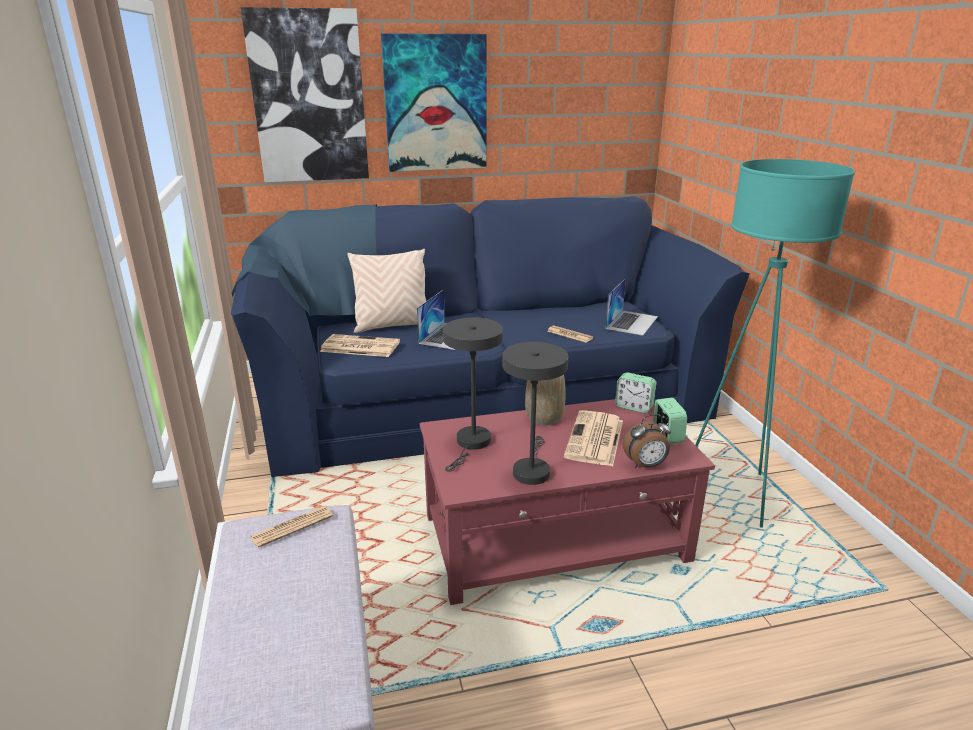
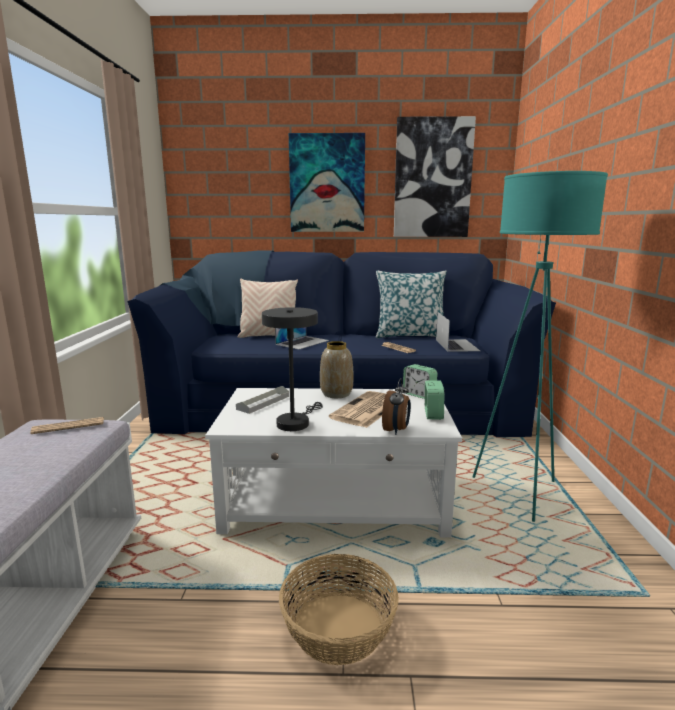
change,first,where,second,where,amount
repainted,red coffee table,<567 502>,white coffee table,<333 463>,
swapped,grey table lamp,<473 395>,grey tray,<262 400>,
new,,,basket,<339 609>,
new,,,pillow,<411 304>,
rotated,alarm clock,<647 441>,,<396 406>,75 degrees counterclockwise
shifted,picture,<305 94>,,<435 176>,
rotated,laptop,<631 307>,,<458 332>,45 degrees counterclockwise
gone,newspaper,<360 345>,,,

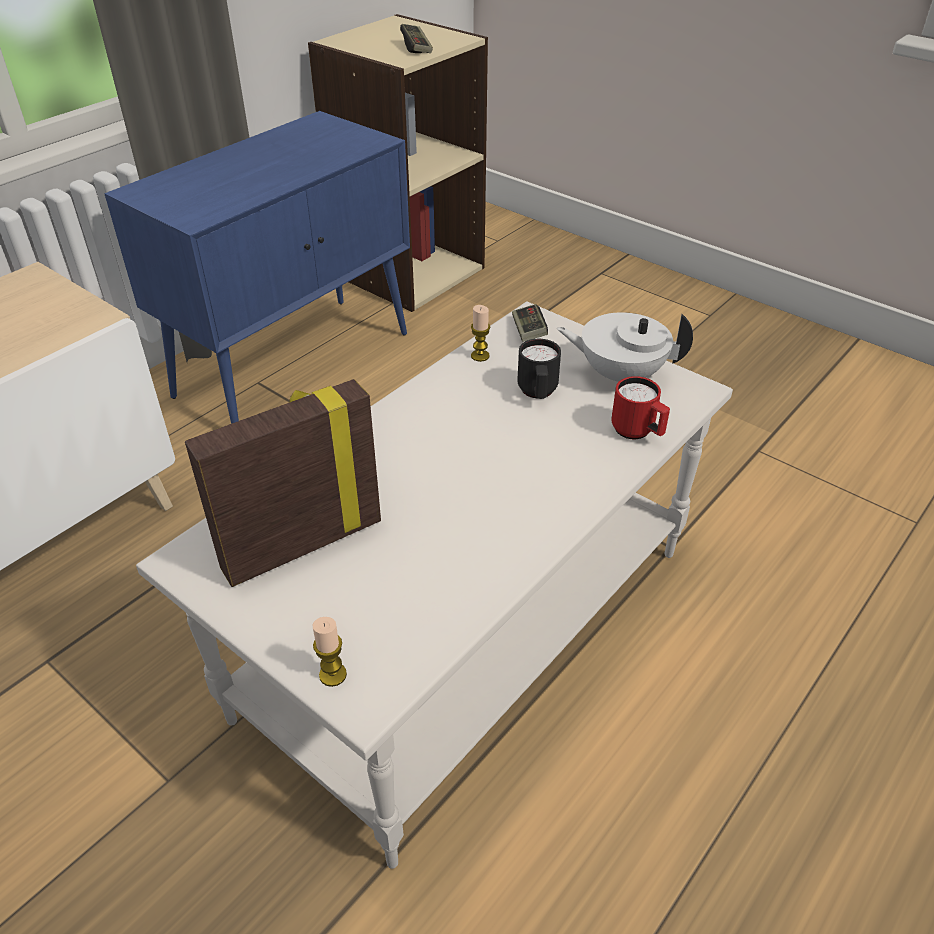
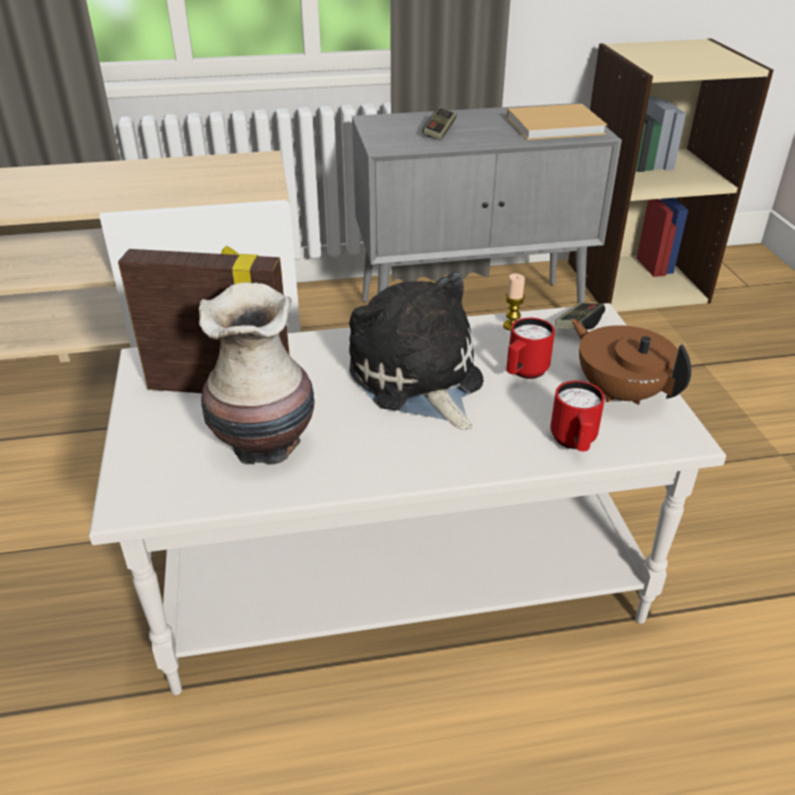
change,first,where,second,where,amount
new,,,vase,<256 373>,
new,,,plush toy,<416 351>,
repainted,blue cabinet,<257 267>,grey cabinet,<487 203>,
shifted,game controller,<416 38>,,<439 123>,
repainted,black mug,<539 369>,red mug,<530 348>,
new,,,beige book,<557 122>,
repainted,white teapot,<625 347>,brown teapot,<631 362>,
gone,candle,<329 652>,,,

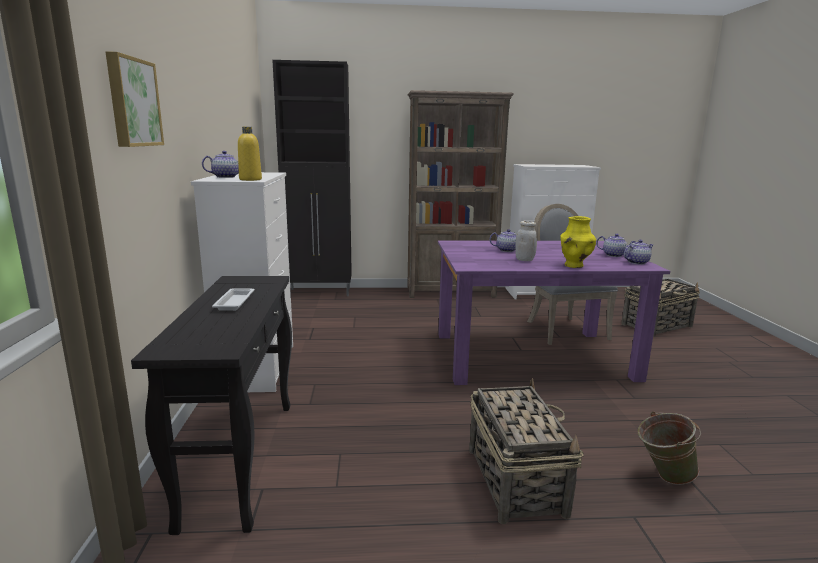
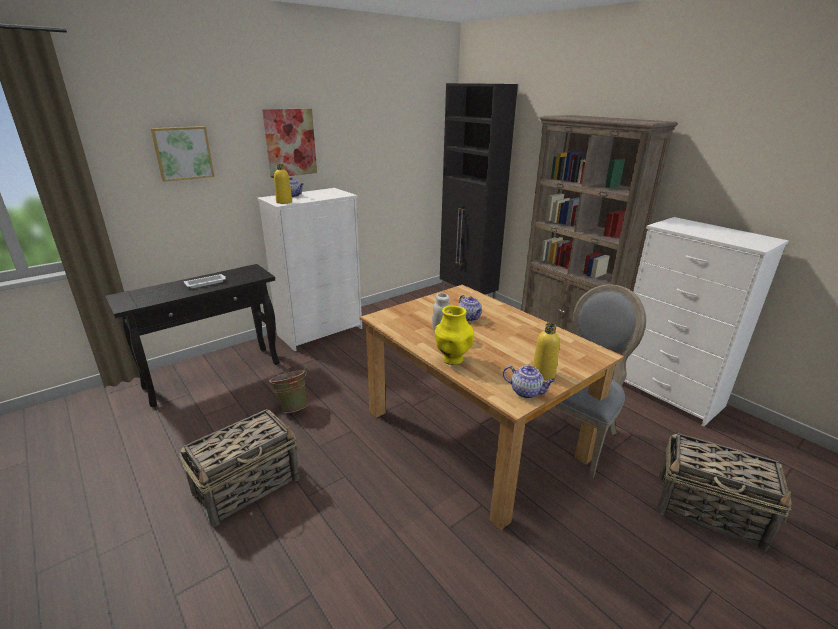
change,first,where,second,where,amount
new,,,picture,<289 143>,
shifted,green bucket,<669 448>,,<288 390>,
repainted,purple dining table,<554 312>,brown dining table,<492 407>,
swapped,teapot,<616 245>,yellow bottle,<546 351>,

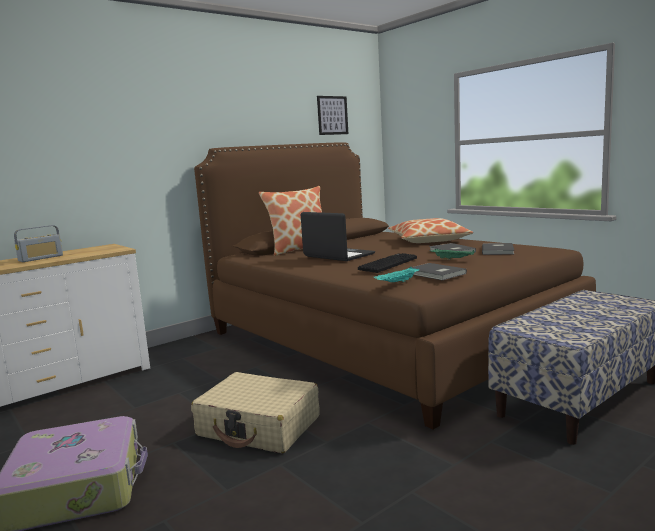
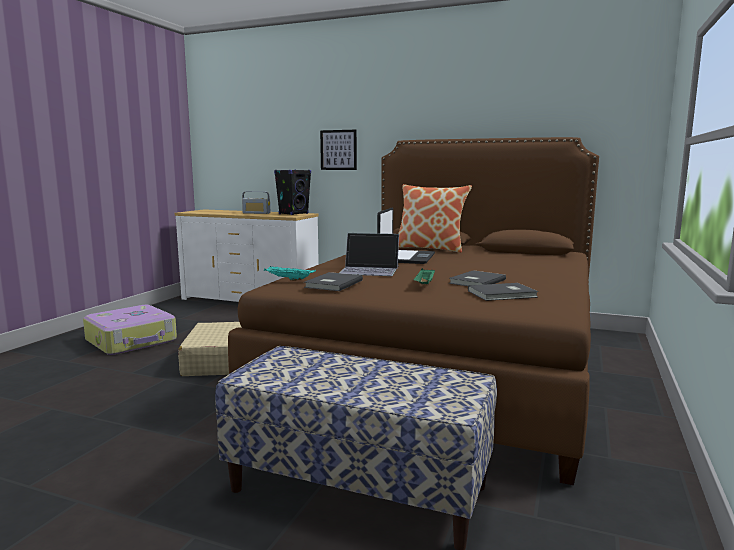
change,first,where,second,where,amount
new,,,black speaker,<292 192>,
shifted,picture,<332 115>,,<338 150>,
swapped,keyboard,<387 263>,laptop,<369 254>,
gone,pillow,<430 230>,,,

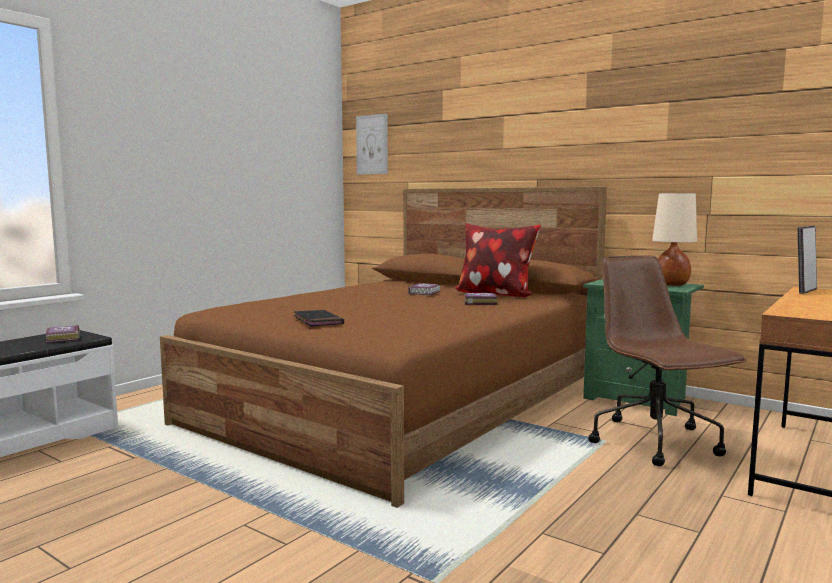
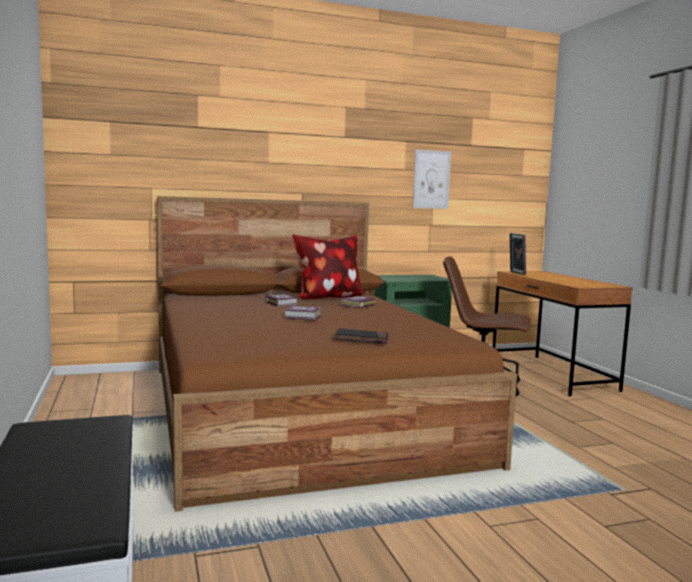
change,first,where,second,where,amount
shifted,book,<62 334>,,<302 313>,
shifted,picture,<372 144>,,<432 179>,
gone,beige table lamp,<674 239>,,,

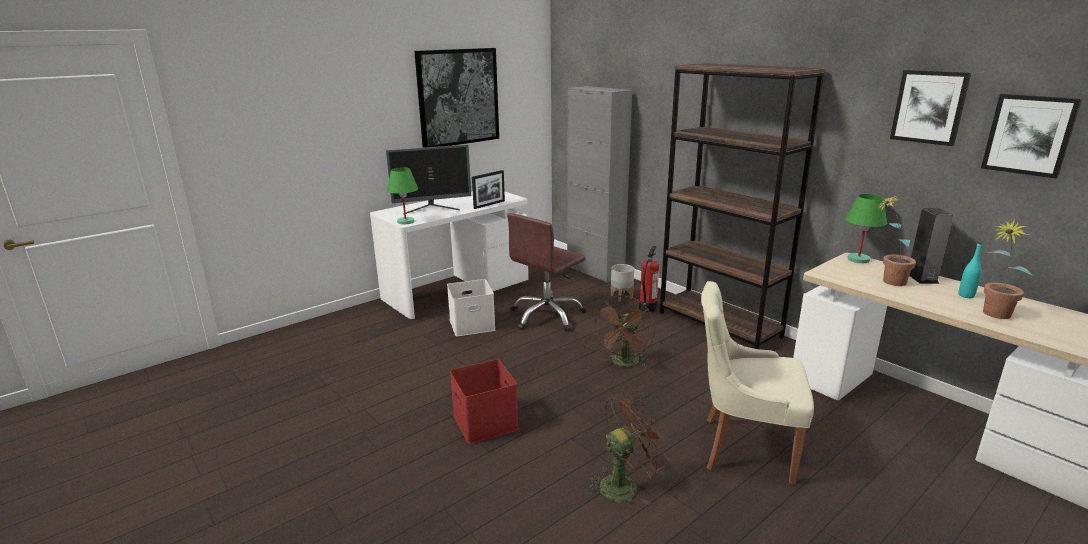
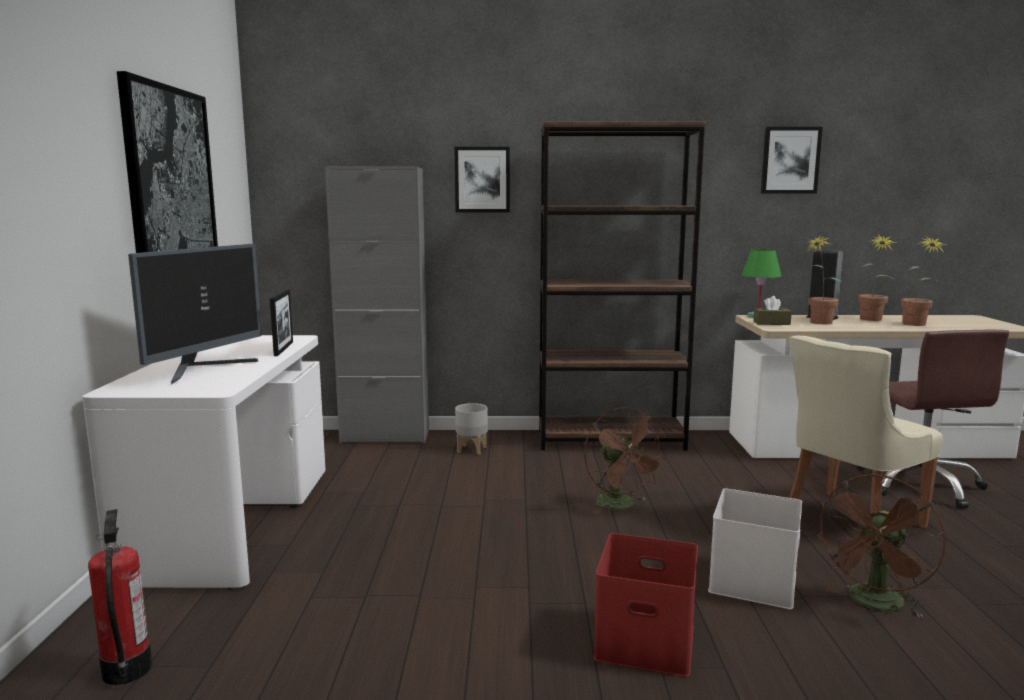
change,first,where,second,where,amount
shifted,fire extinguisher,<649 279>,,<120 597>,
shifted,picture,<1031 136>,,<482 179>,
shifted,white storage box,<471 307>,,<755 548>,
new,,,brown tissue box,<772 310>,
rotated,brown fan,<628 448>,,<880 546>,150 degrees counterclockwise
shifted,brown office chair,<546 272>,,<933 419>,
swapped,turquoise bottle,<971 270>,potted plant,<877 277>,
gone,green table lamp,<402 196>,,,

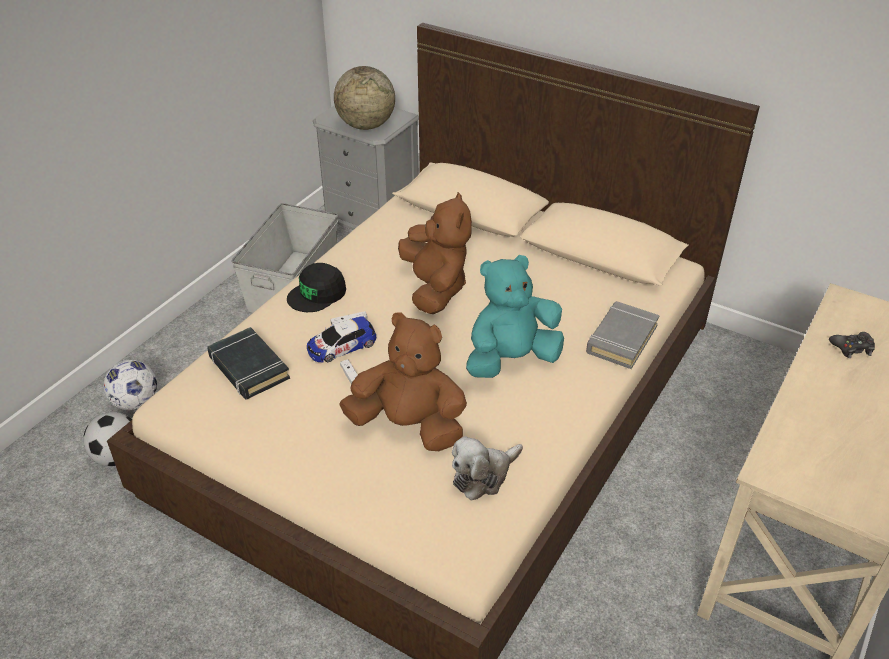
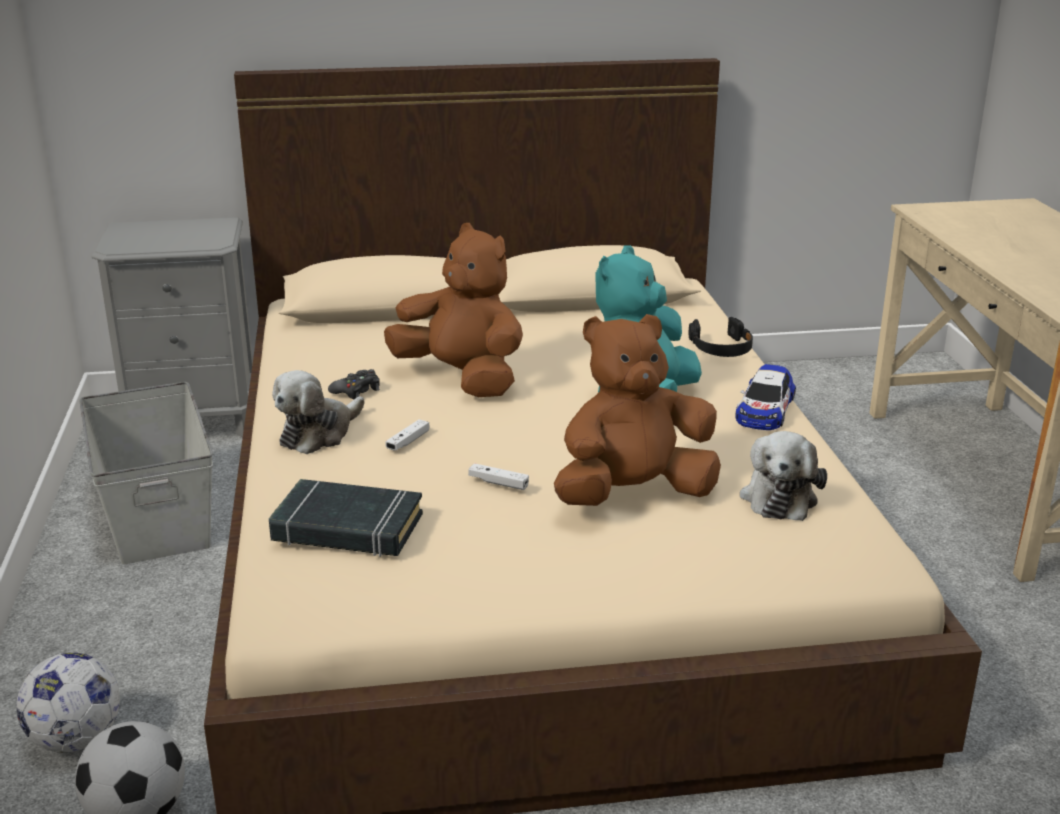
change,first,where,second,where,amount
swapped,black cap,<316 287>,plush toy,<318 412>,
shifted,black game controller,<852 345>,,<354 384>,
swapped,grey book,<623 335>,black headphones,<721 337>,
shifted,toy car,<341 339>,,<765 397>,
gone,globe,<364 98>,,,

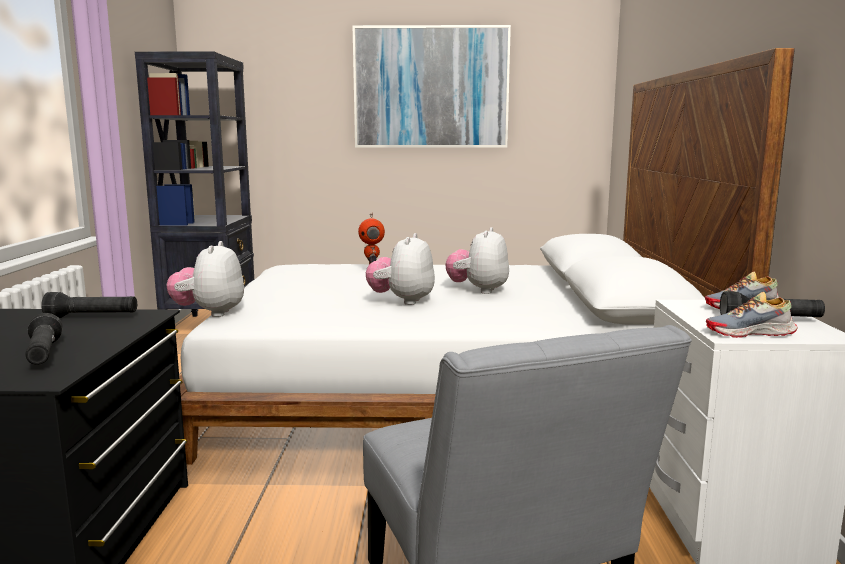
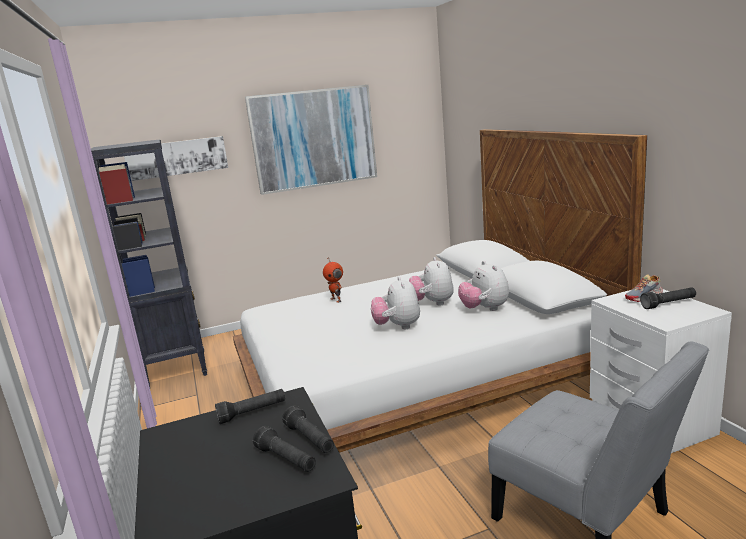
change,first,where,second,where,amount
new,,,picture,<176 158>,
new,,,black flashlight,<308 429>,
shifted,plush toy,<205 279>,,<483 286>,
gone,shoe,<752 315>,,,

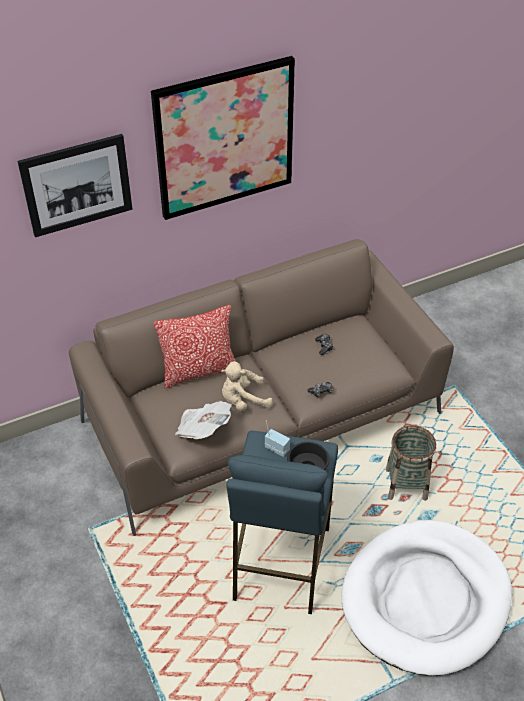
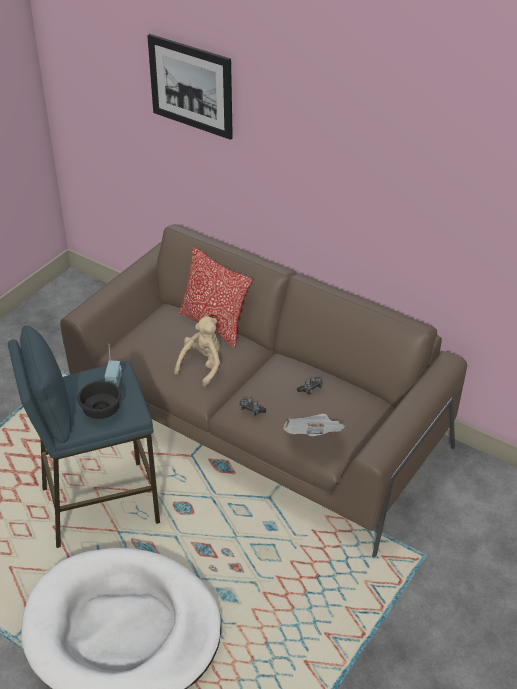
change,first,where,second,where,amount
rotated,beige plush toy,<247 386>,,<197 351>,75 degrees clockwise
shifted,newspaper,<203 420>,,<314 425>,
gone,picture,<223 138>,,,
gone,basket,<411 463>,,,

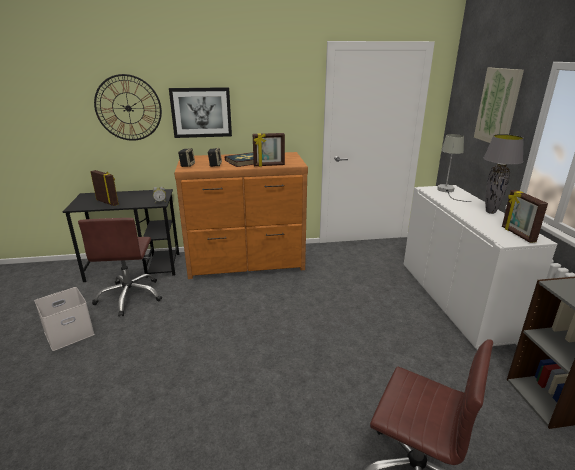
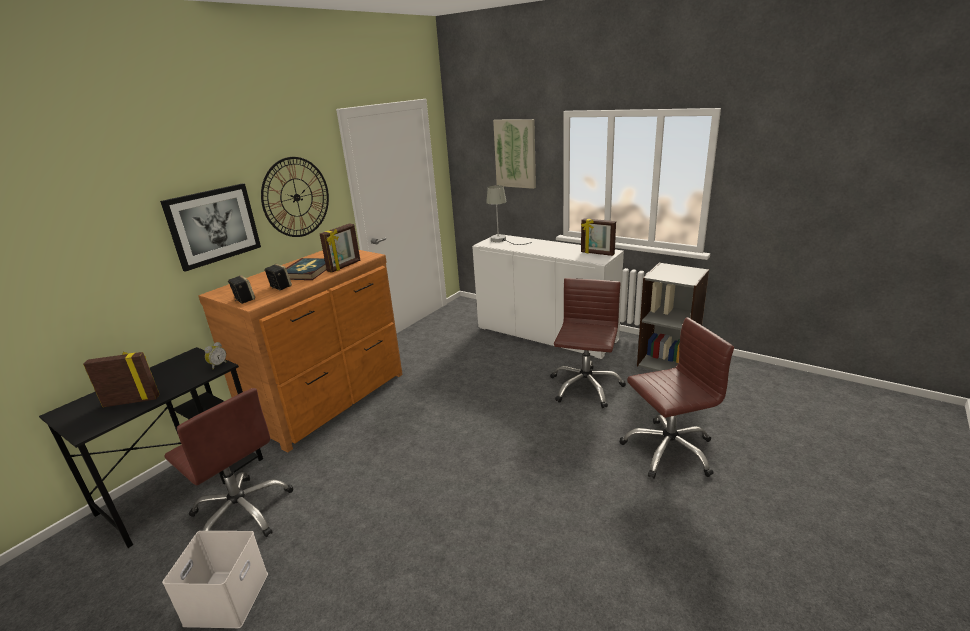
change,first,where,second,where,amount
shifted,wall clock,<128 107>,,<295 197>,
new,,,brown office chair,<588 343>,
gone,grey table lamp,<504 174>,,,

